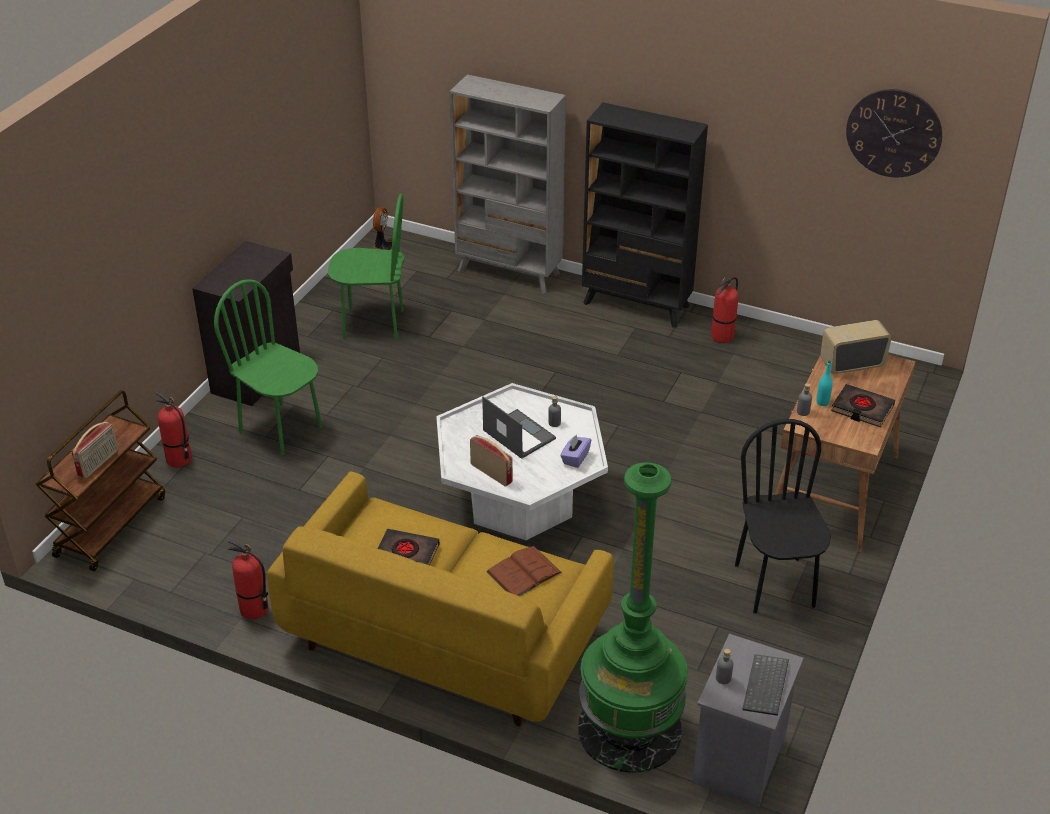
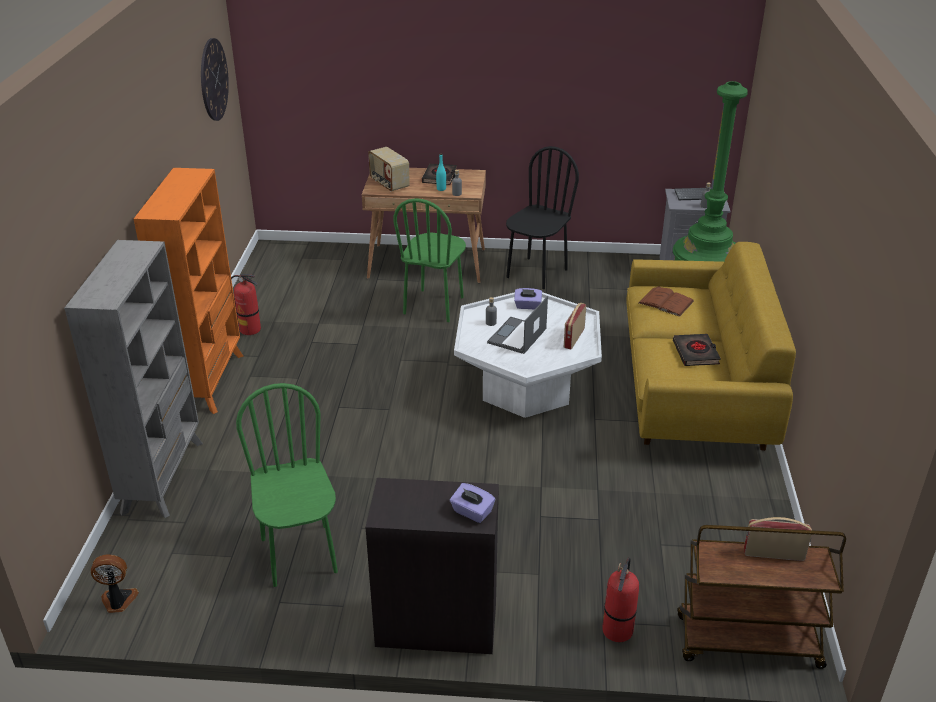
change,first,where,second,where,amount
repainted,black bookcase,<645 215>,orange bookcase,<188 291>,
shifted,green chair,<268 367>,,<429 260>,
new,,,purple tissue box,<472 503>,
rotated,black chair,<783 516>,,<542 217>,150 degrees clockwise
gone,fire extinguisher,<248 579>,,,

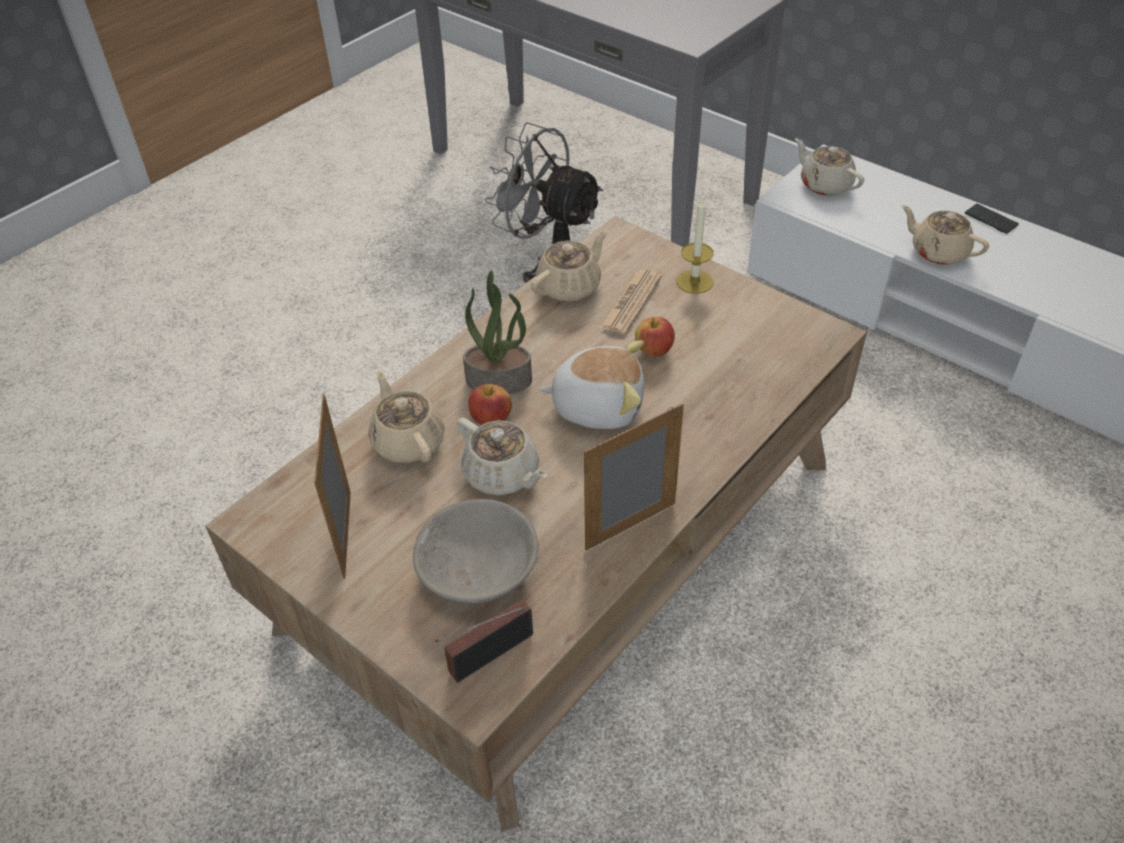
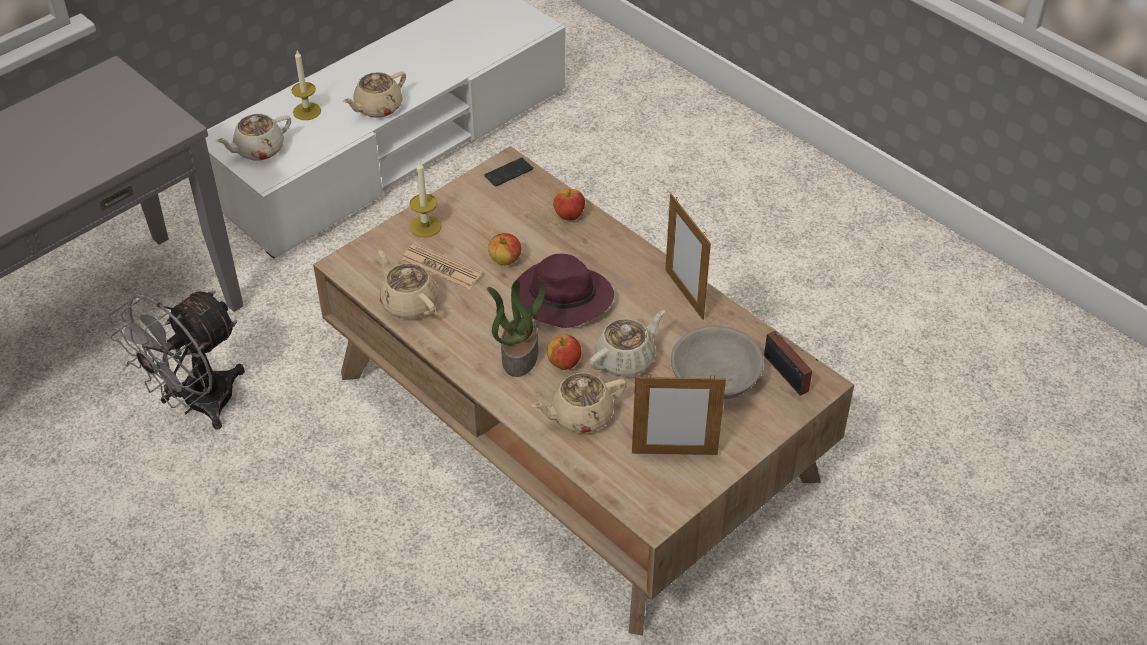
change,first,where,second,where,amount
new,,,candle,<306 85>,
shifted,phone,<992 219>,,<508 172>,
swapped,plush toy,<591 384>,purple hat,<562 291>,
new,,,apple,<569 205>,

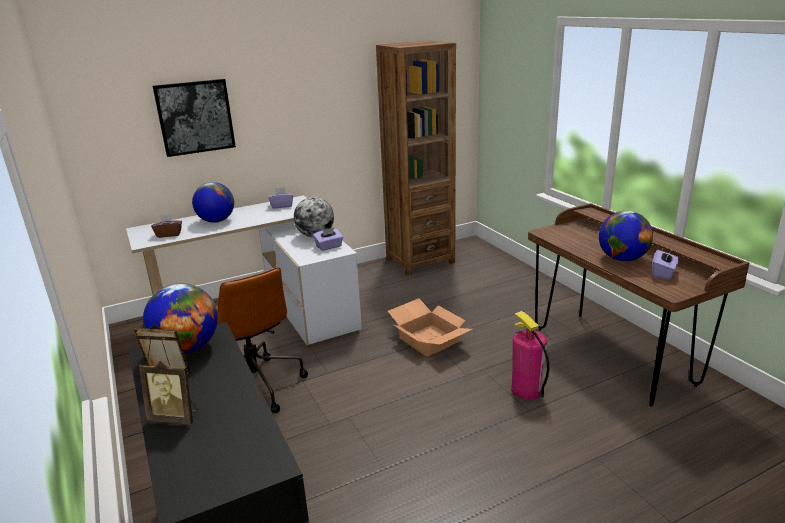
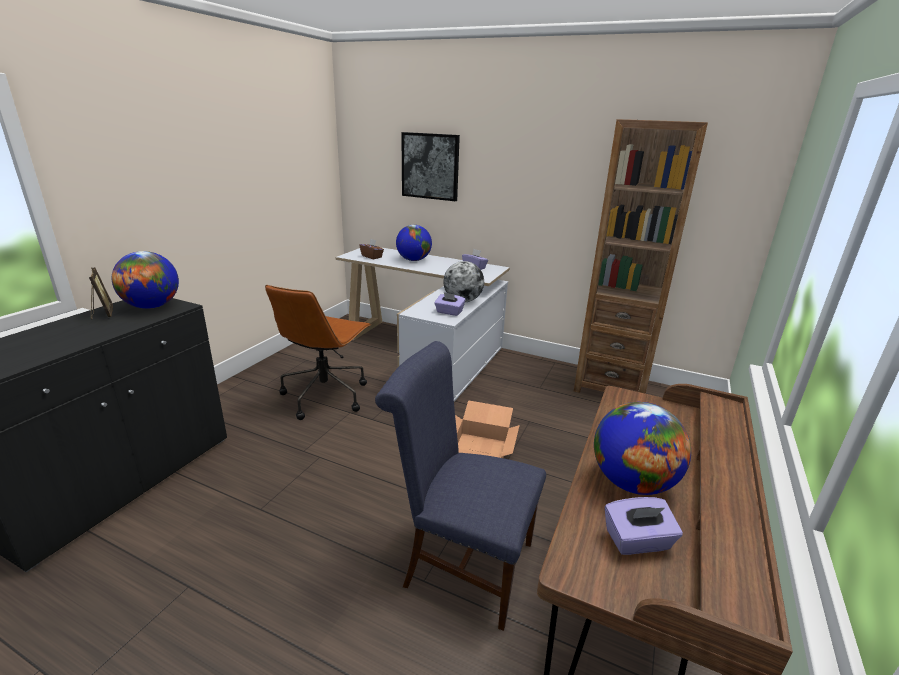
change,first,where,second,where,amount
swapped,fire extinguisher,<530 355>,blue chair,<460 486>,
gone,picture frame,<168 392>,,,

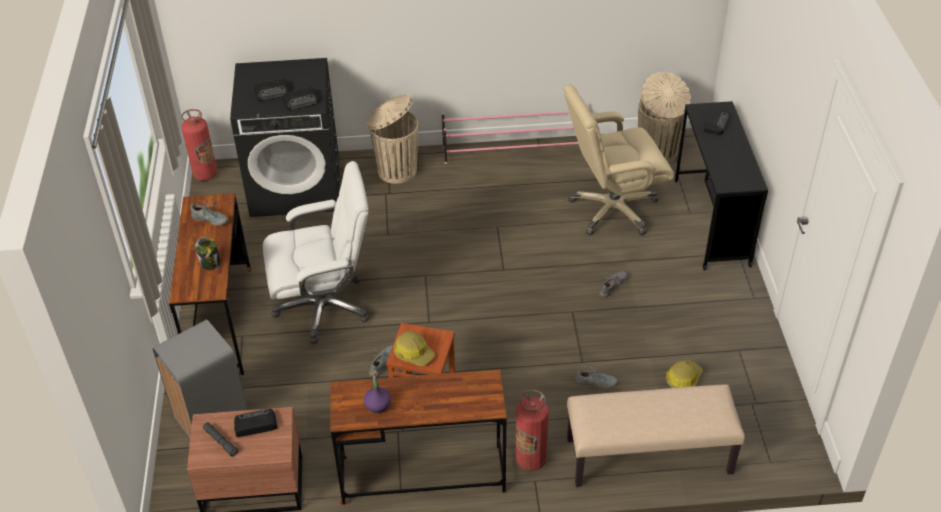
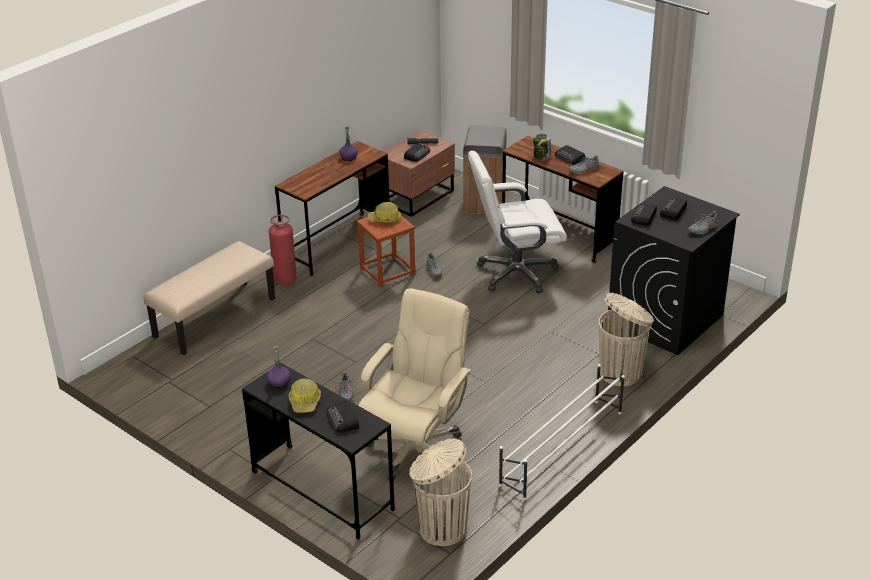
change,first,where,second,where,amount
new,,,purple bottle,<279 367>,
shifted,hard hat,<684 374>,,<305 395>,
rotated,white office chair,<316 252>,,<517 221>,45 degrees clockwise
repainted,pink shoe rack,<514 133>,white shoe rack,<562 432>,
new,,,radio,<570 155>,
shifted,grey shoe,<596 376>,,<703 223>,
gone,fire extinguisher,<199 145>,,,

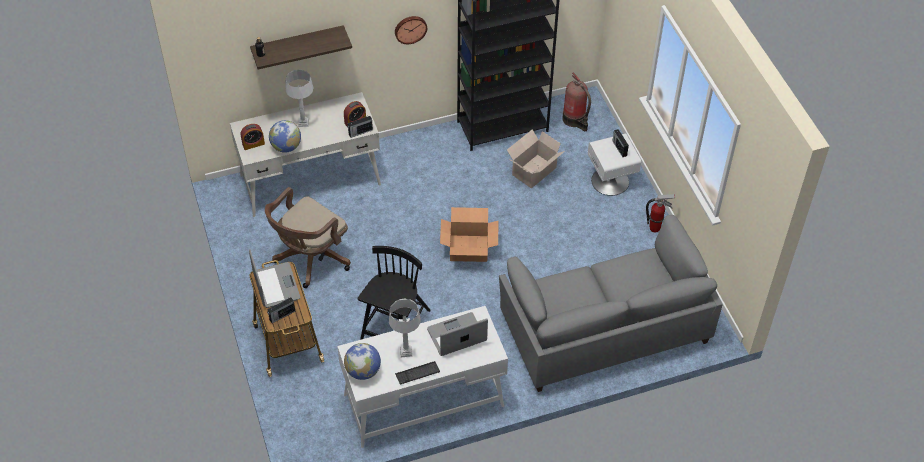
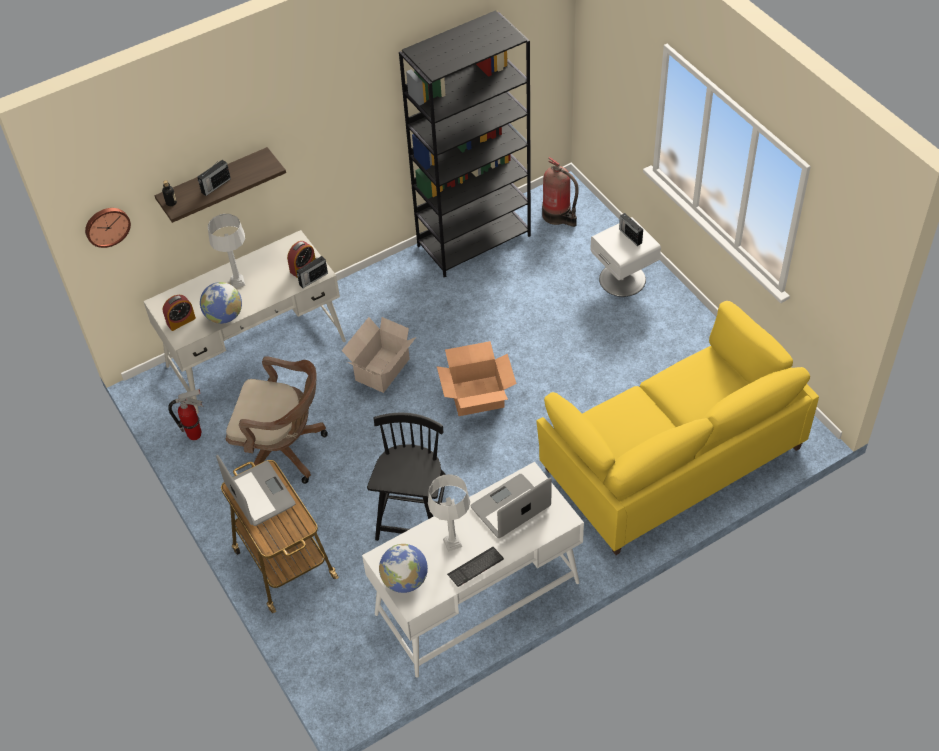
change,first,where,second,where,amount
shifted,wall clock,<411 30>,,<108 228>,
shifted,fire extinguisher,<660 213>,,<185 414>,
shifted,radio,<281 310>,,<214 177>,
rotated,brown office chair,<308 237>,,<277 420>,105 degrees counterclockwise
shifted,cardboard box,<536 159>,,<378 355>,
repainted,grey sofa,<611 303>,yellow sofa,<677 428>,

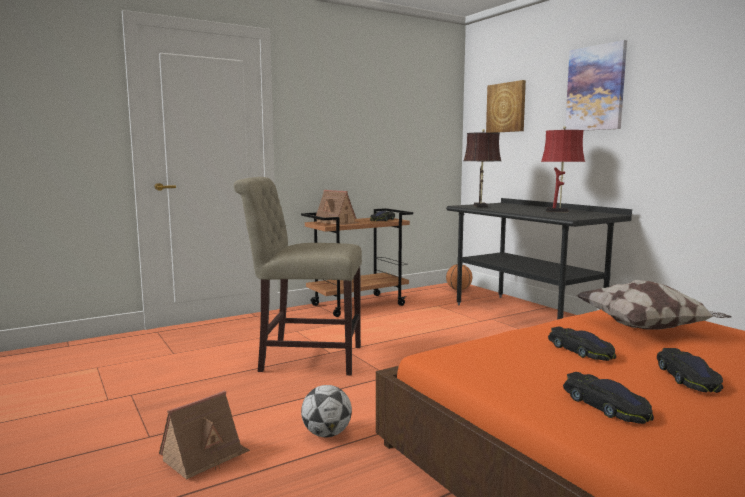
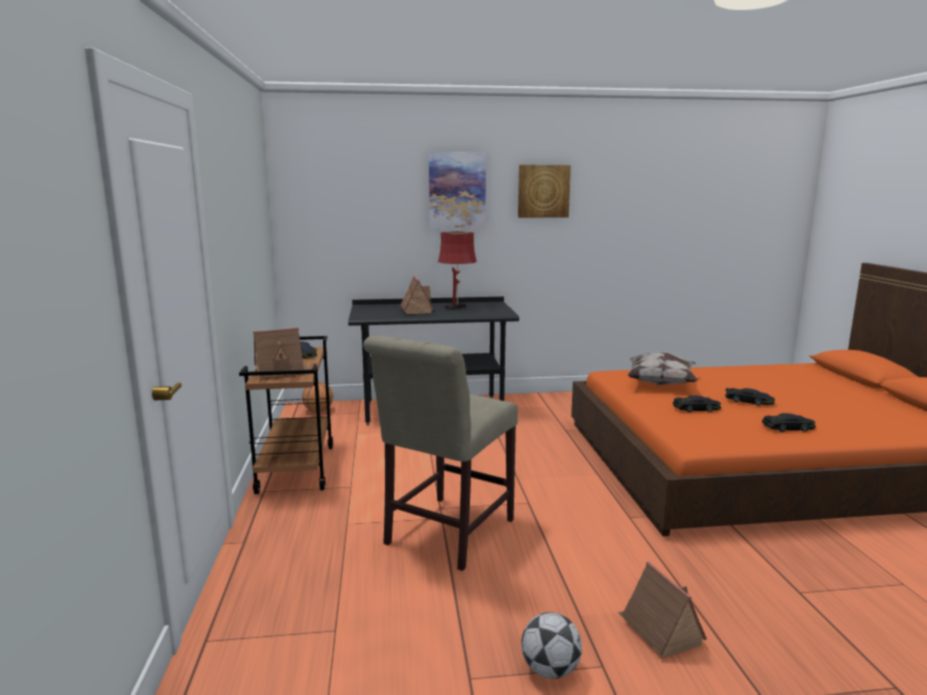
change,first,where,second,where,amount
new,,,toy house,<417 295>,
shifted,picture,<506 106>,,<544 191>,
shifted,football,<326 411>,,<551 645>,
gone,brown table lamp,<482 168>,,,

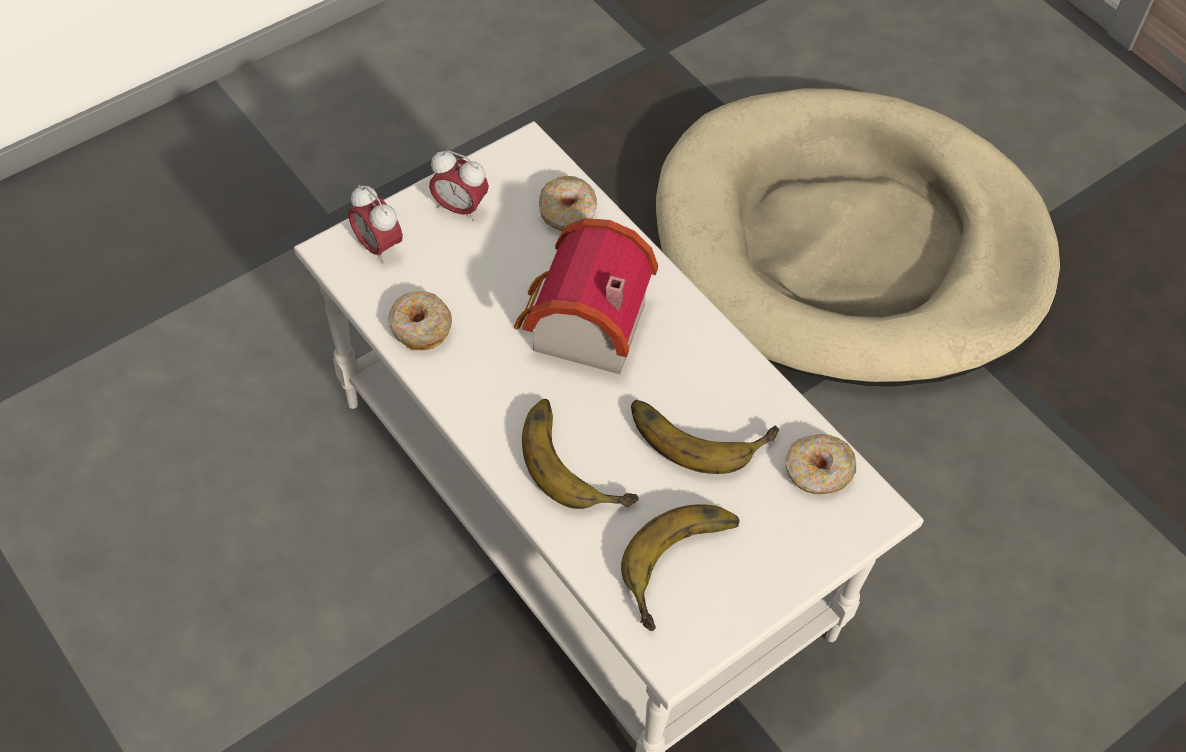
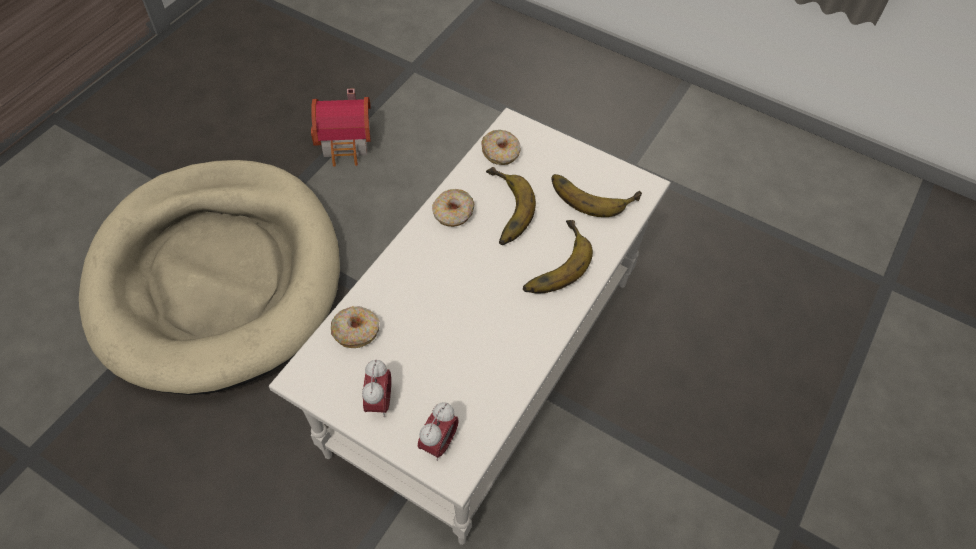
change,first,where,second,where,amount
shifted,toy house,<586 296>,,<341 127>,
shifted,donut,<420 320>,,<453 208>,

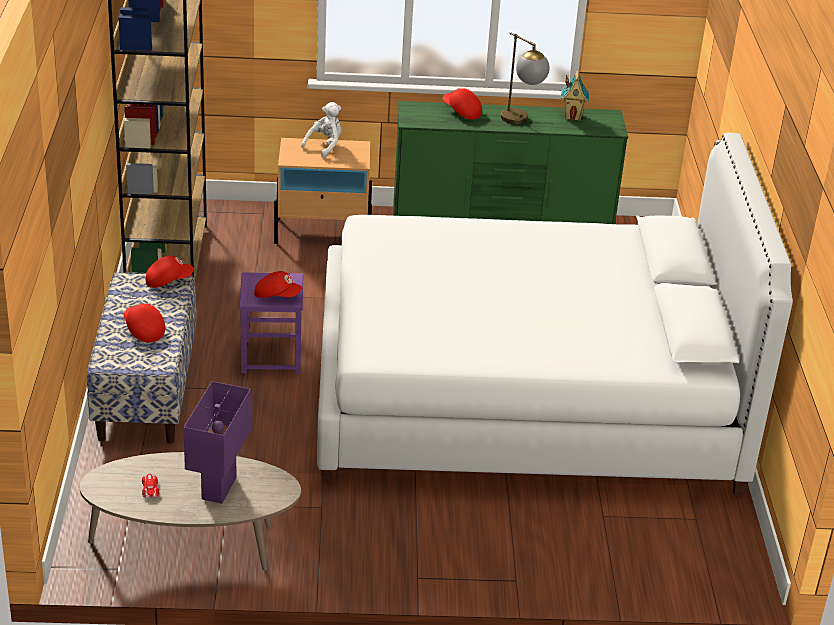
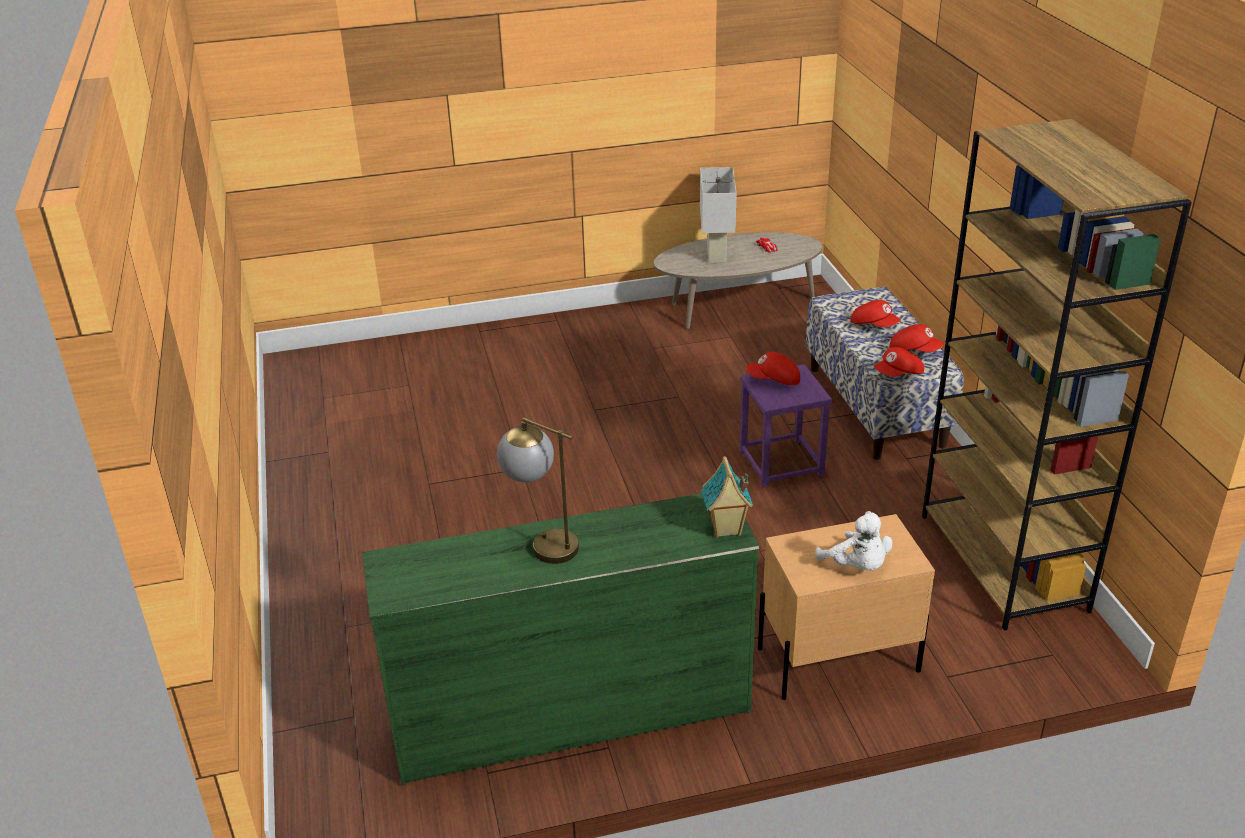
change,first,where,second,where,amount
repainted,purple table lamp,<217 442>,white table lamp,<718 215>,
shifted,toy house,<575 96>,,<727 497>,
rotated,white plush toy,<321 130>,,<854 541>,60 degrees counterclockwise
shifted,red cap,<462 104>,,<916 338>,
gone,white bed,<555 315>,,,

